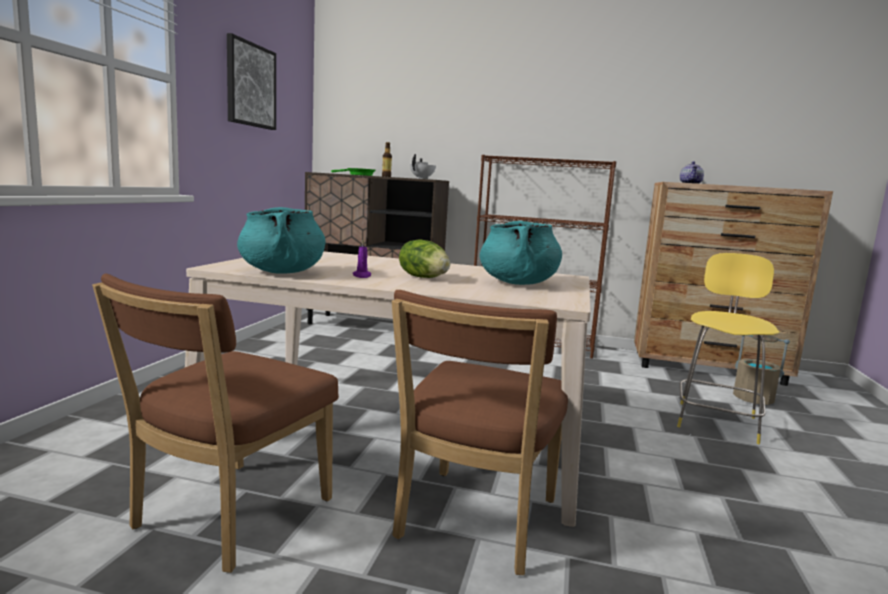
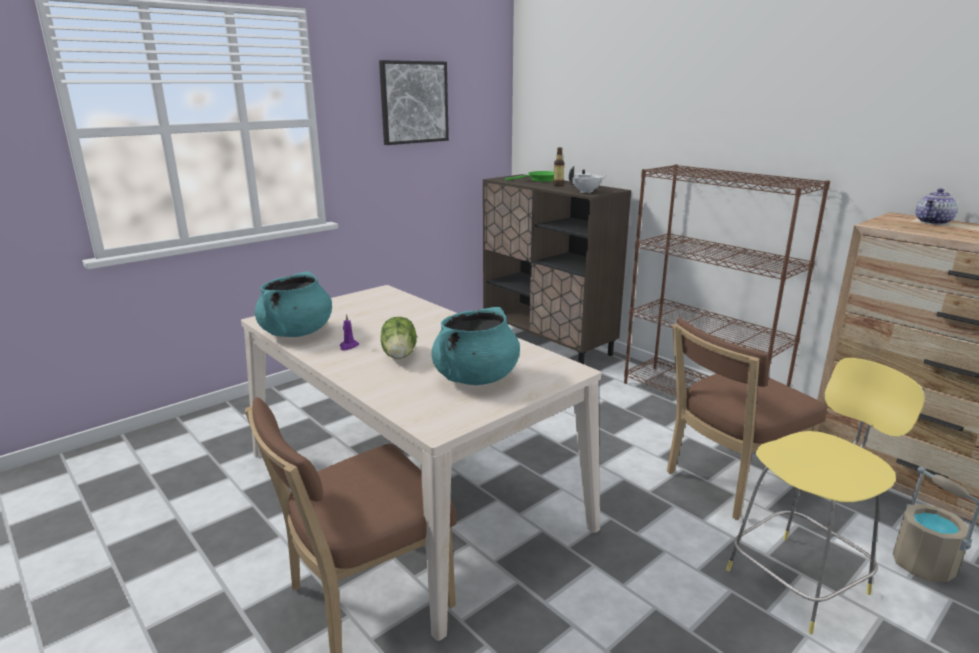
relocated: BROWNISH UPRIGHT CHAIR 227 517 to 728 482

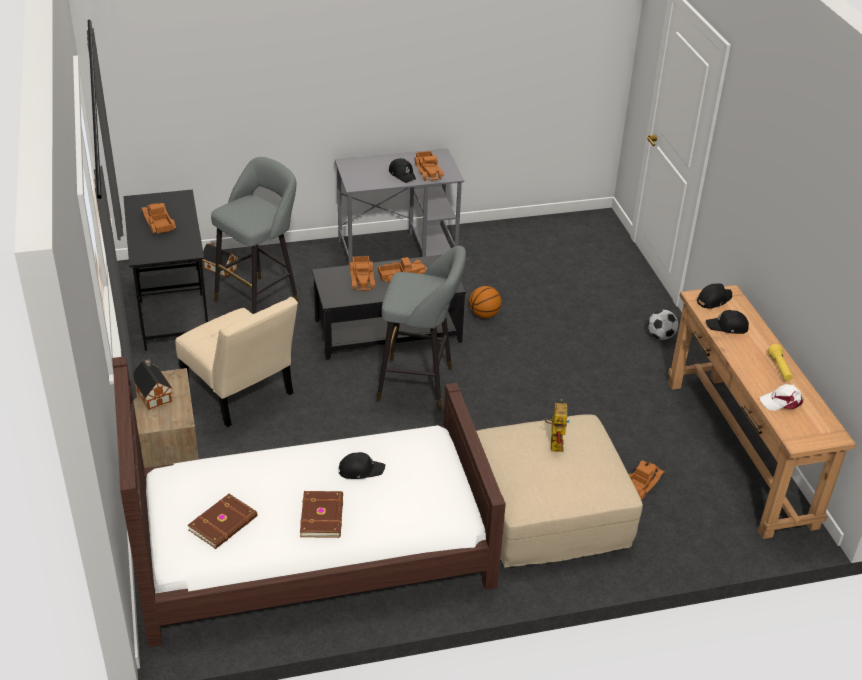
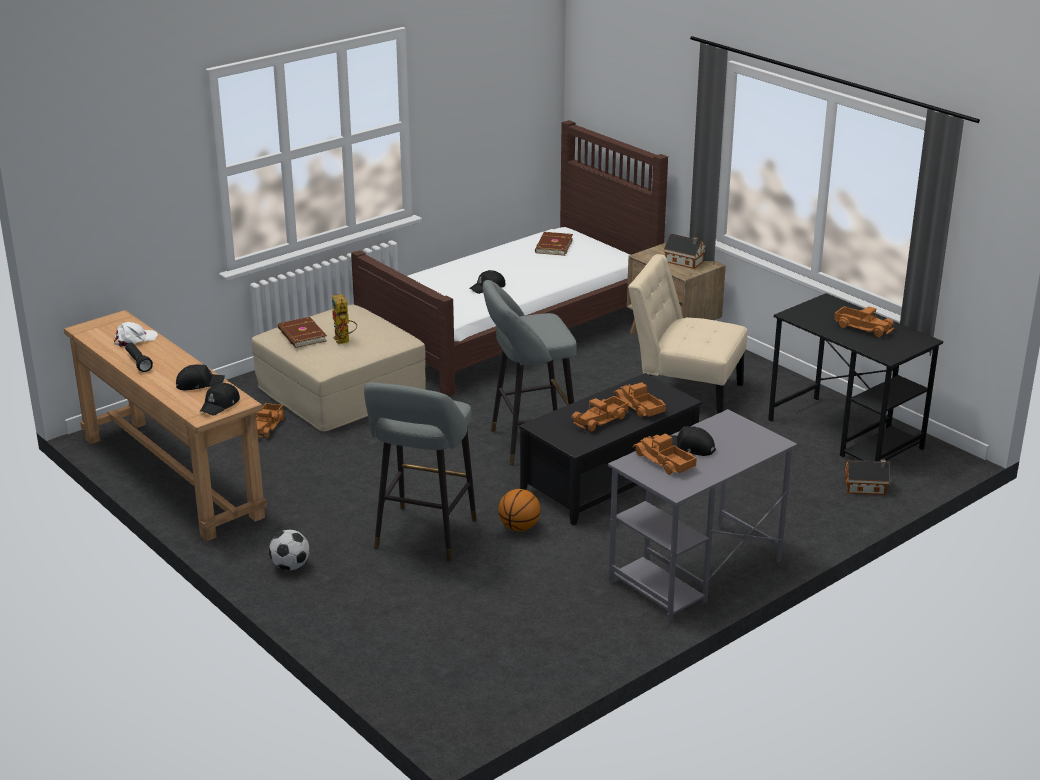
relocated: GRAY STOOL SEAT 260 299 to 423 537; BROWNISH VOLUME 323 516 to 301 335
colour: YELLOWISH TORCH 779 368 to BLACKISH TORCH 138 363

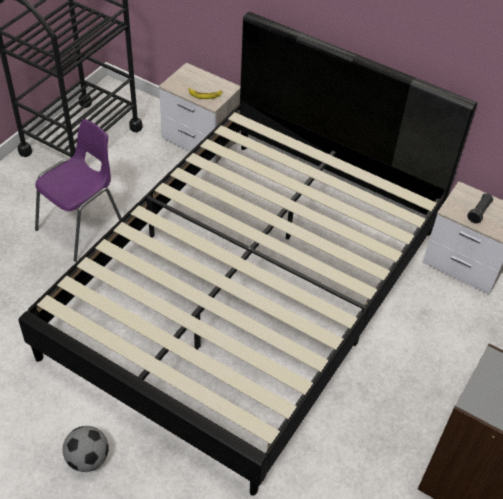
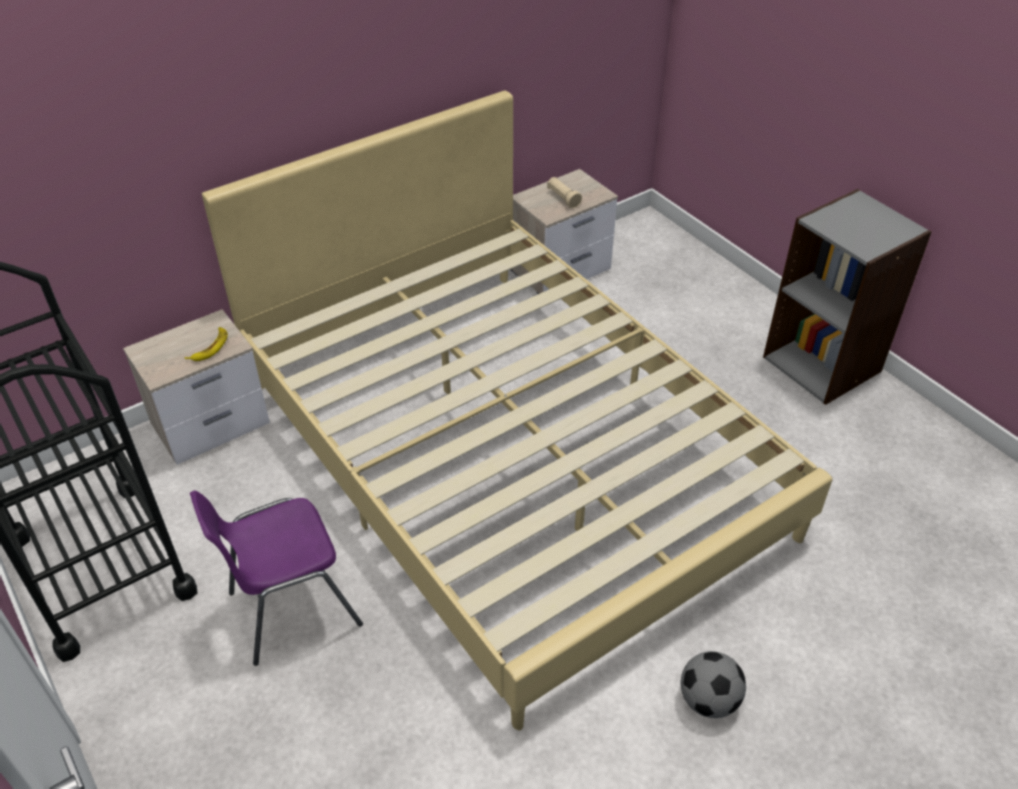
colour: BLACKISH BED 250 290 to SAND-COLOURED BED 509 454; BLACKISH TORCH 479 212 to SAND-COLOURED TORCH 563 198
spun: PURPLE UPRIGHT CHAIR 82 227 = 290 608 90 degrees counterclockwise

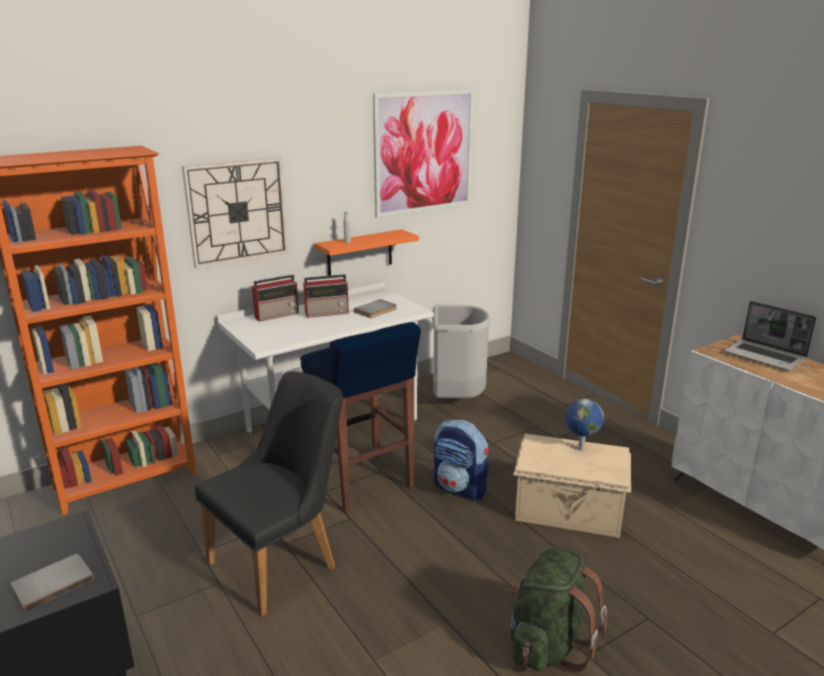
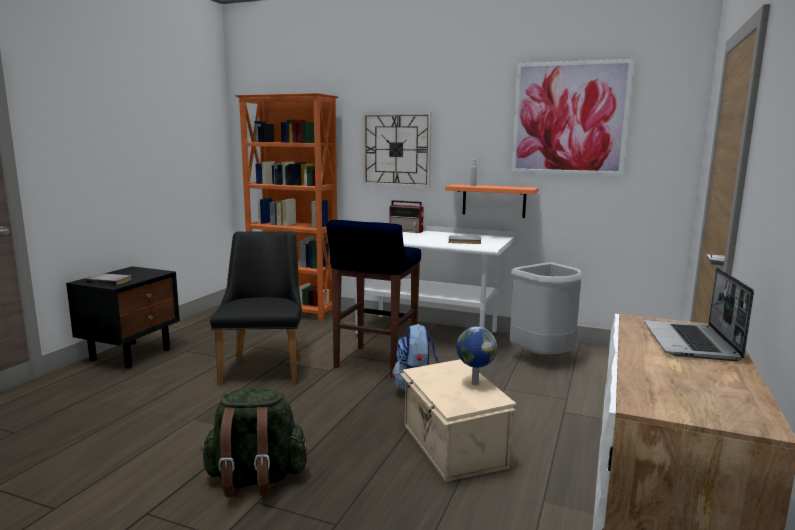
missing: RADIO RECEIVER 327 313
spun: BLACKISH UPRIGHT CHAIR 283 560 = 264 366 105 degrees counterclockwise

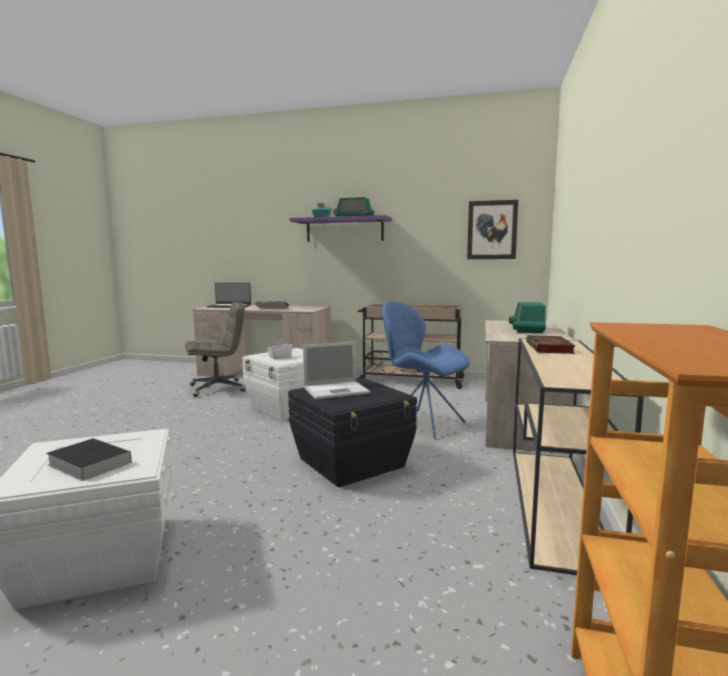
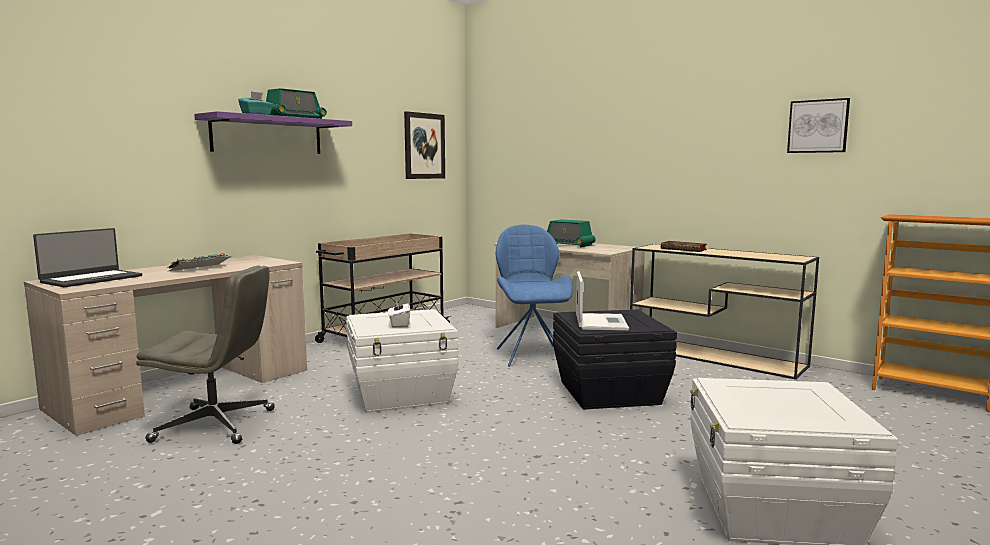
missing: VOLUME 87 463
appeared: WALL PICTURE 818 126
spun: GRAY COMPUTER CHAIR 218 388 = 216 425 90 degrees clockwise; BLUISH UPRIGHT CHAIR 422 423 = 531 355 105 degrees clockwise

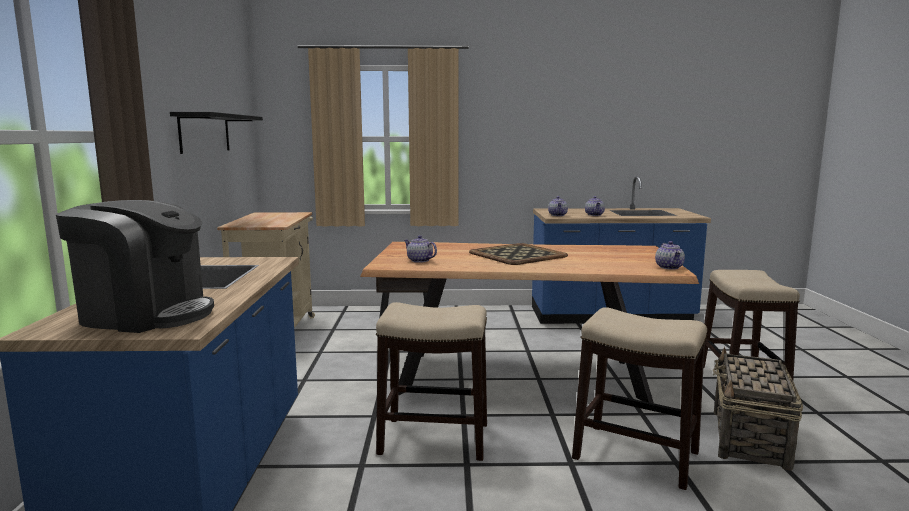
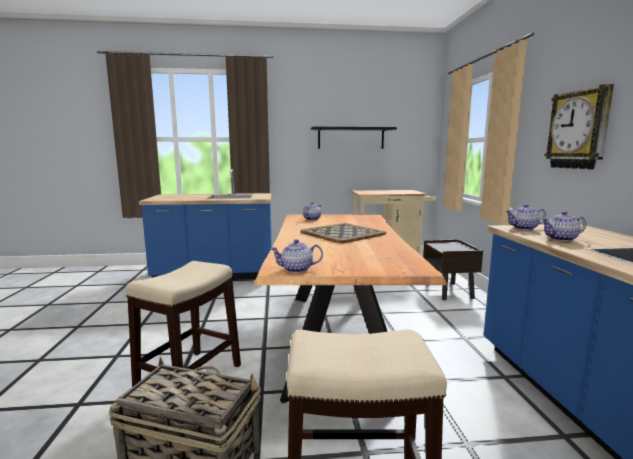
missing: COFFEE BREWER 146 314; STOOL SEAT 433 438
appeared: CLOCK ON THE WALL 579 130

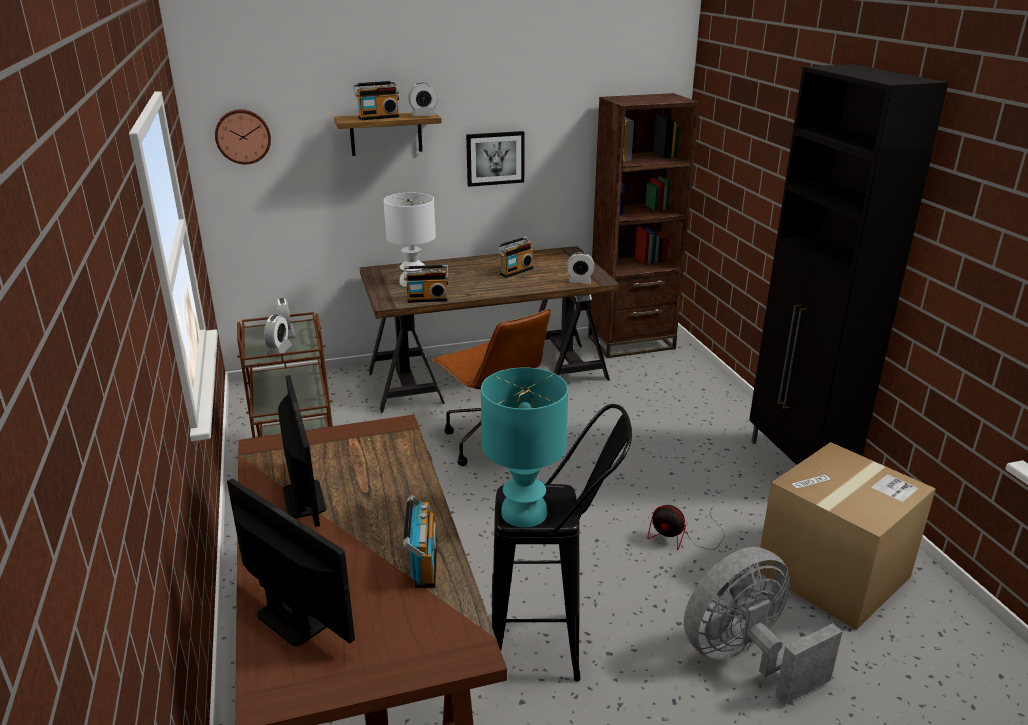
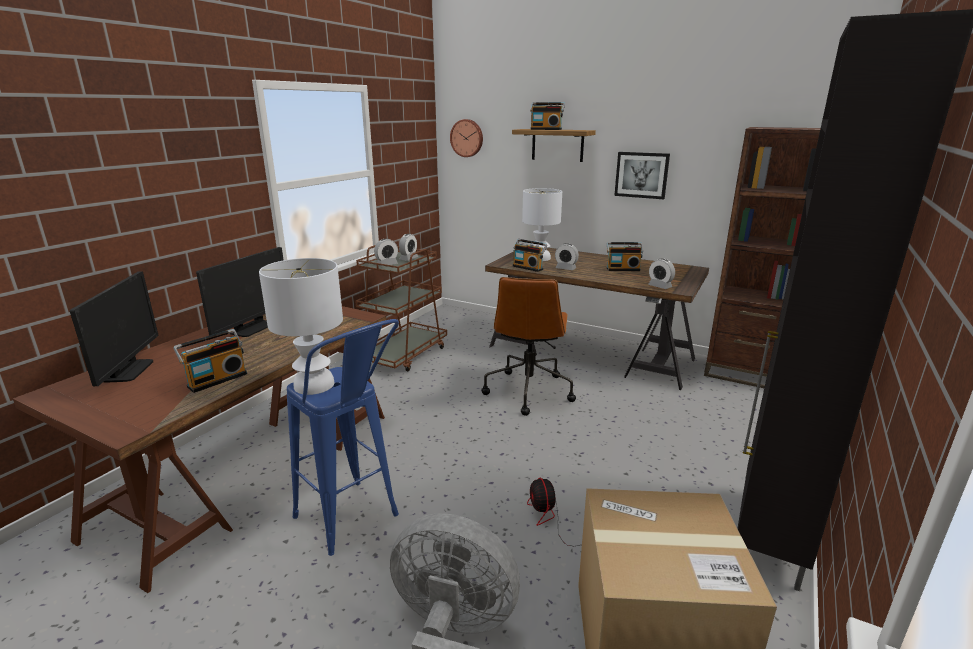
relocated: TABLE CLOCK 423 115 to 566 268
colour: TURQUOISE TABLETOP LAMP 522 512 to WHITE TABLETOP LAMP 314 384; BLACKISH STOOL SEAT 553 646 to BLUISH STOOL SEAT 354 524

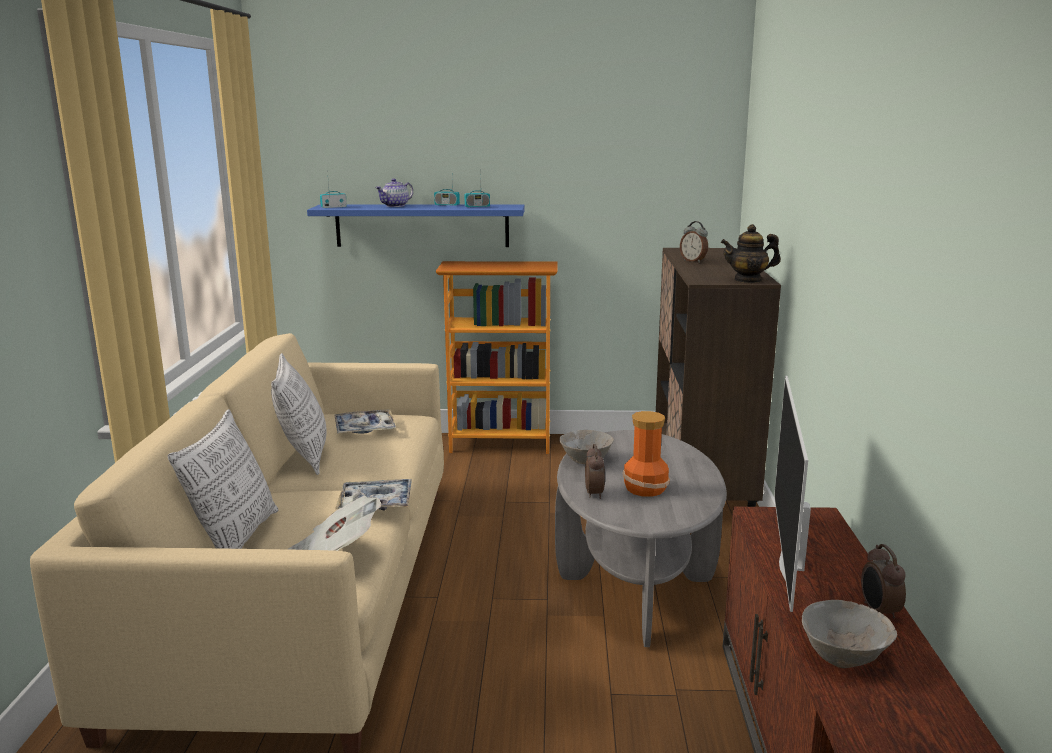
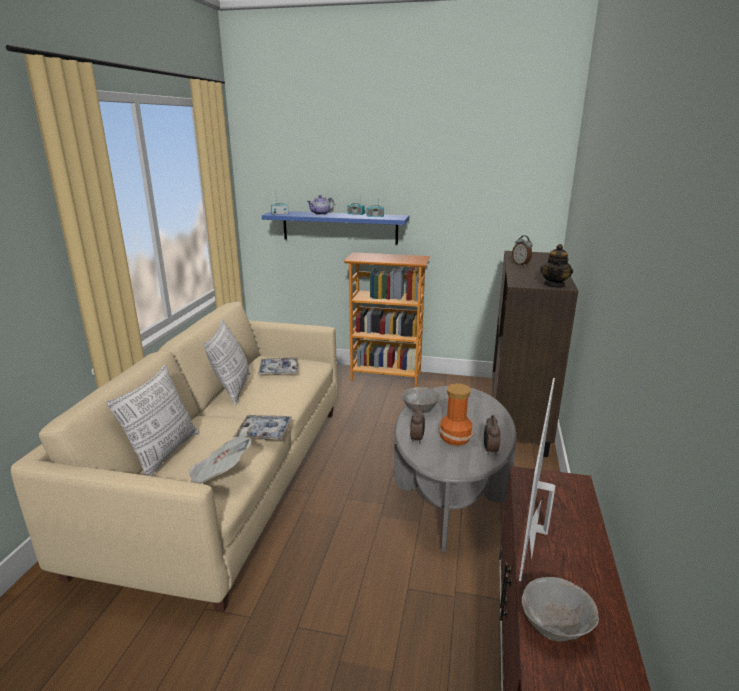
relocated: TABLE CLOCK 878 612 to 490 450
spun: POT FOR TEA 748 280 = 554 285 75 degrees counterclockwise

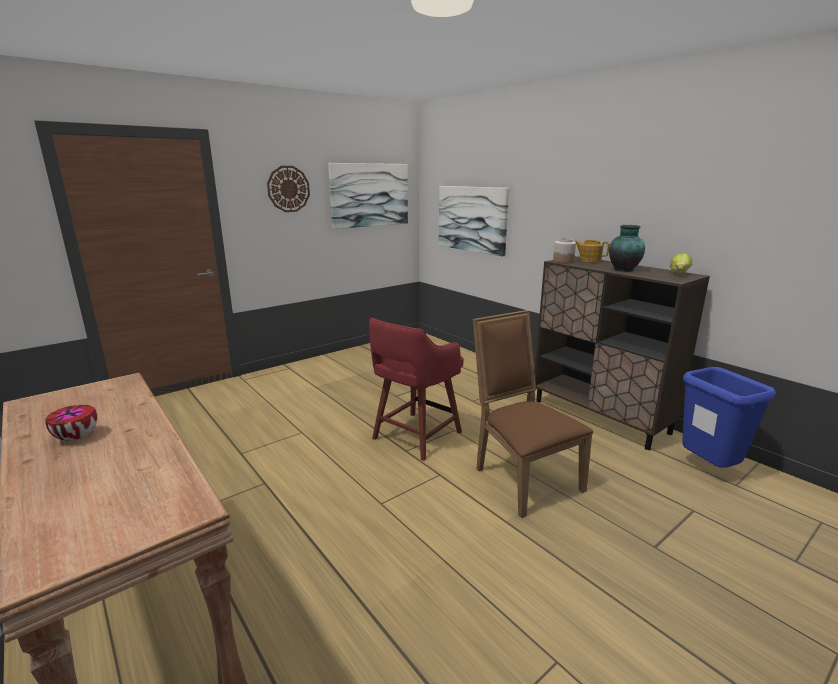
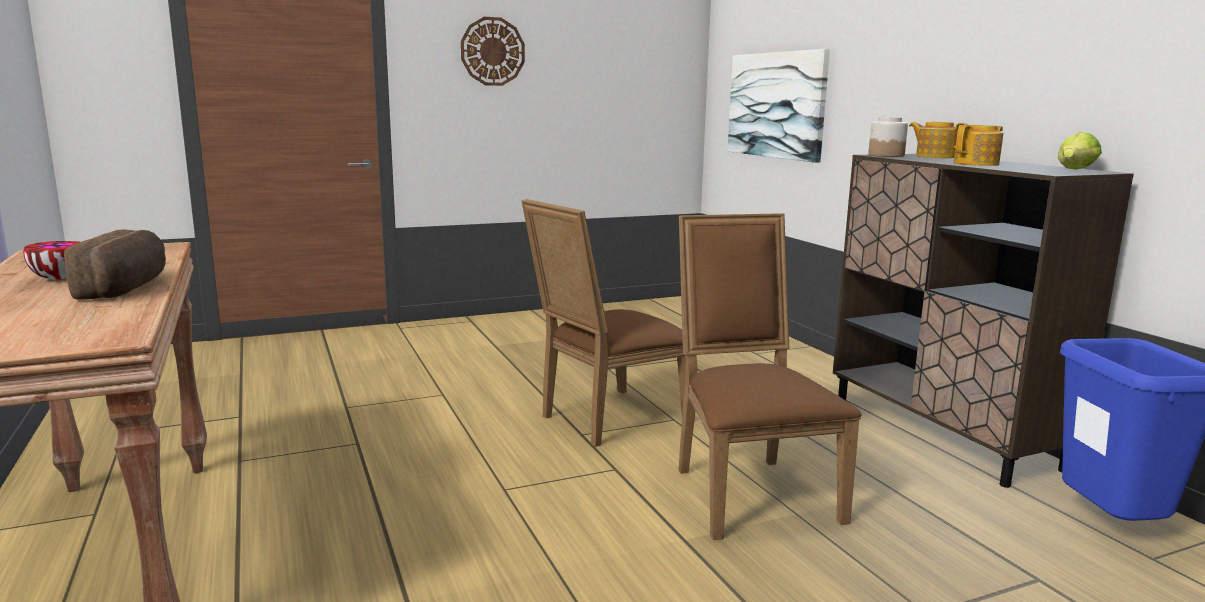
missing: WALL PICTURE 369 195
appeared: BAKERY BREAD 127 288
exchanged: RED STOOL SEAT 415 436 to BROWNISH UPRIGHT CHAIR 606 419; DECORATIVE VASE 624 270 to POT FOR TEA 977 164

